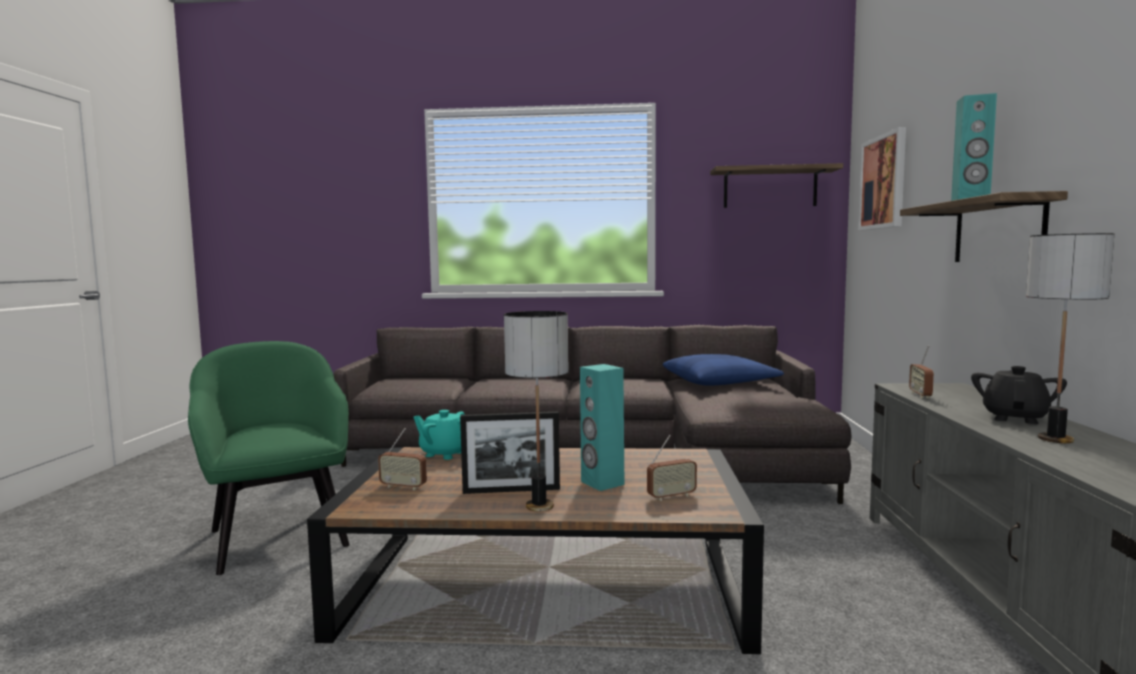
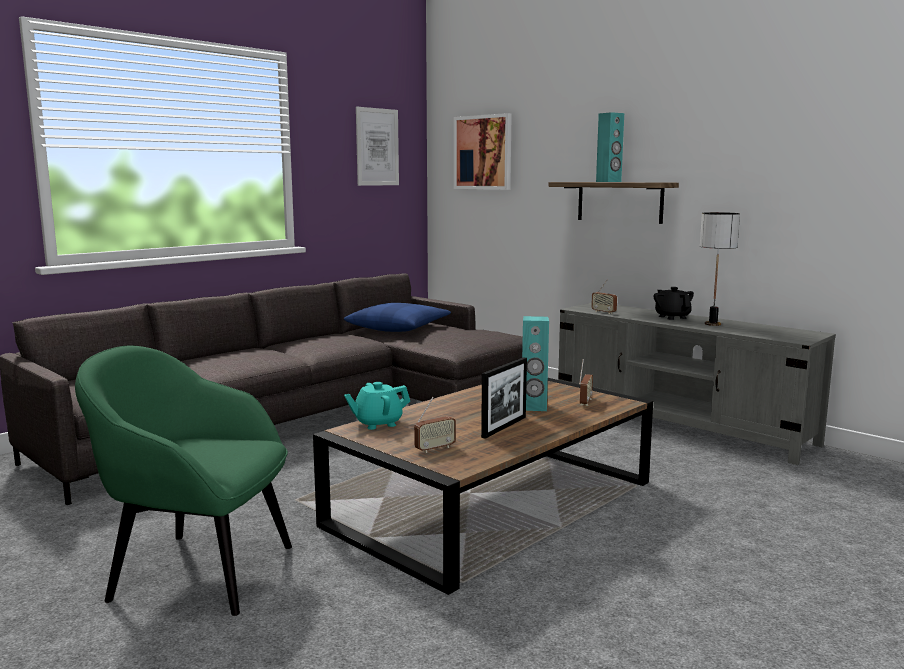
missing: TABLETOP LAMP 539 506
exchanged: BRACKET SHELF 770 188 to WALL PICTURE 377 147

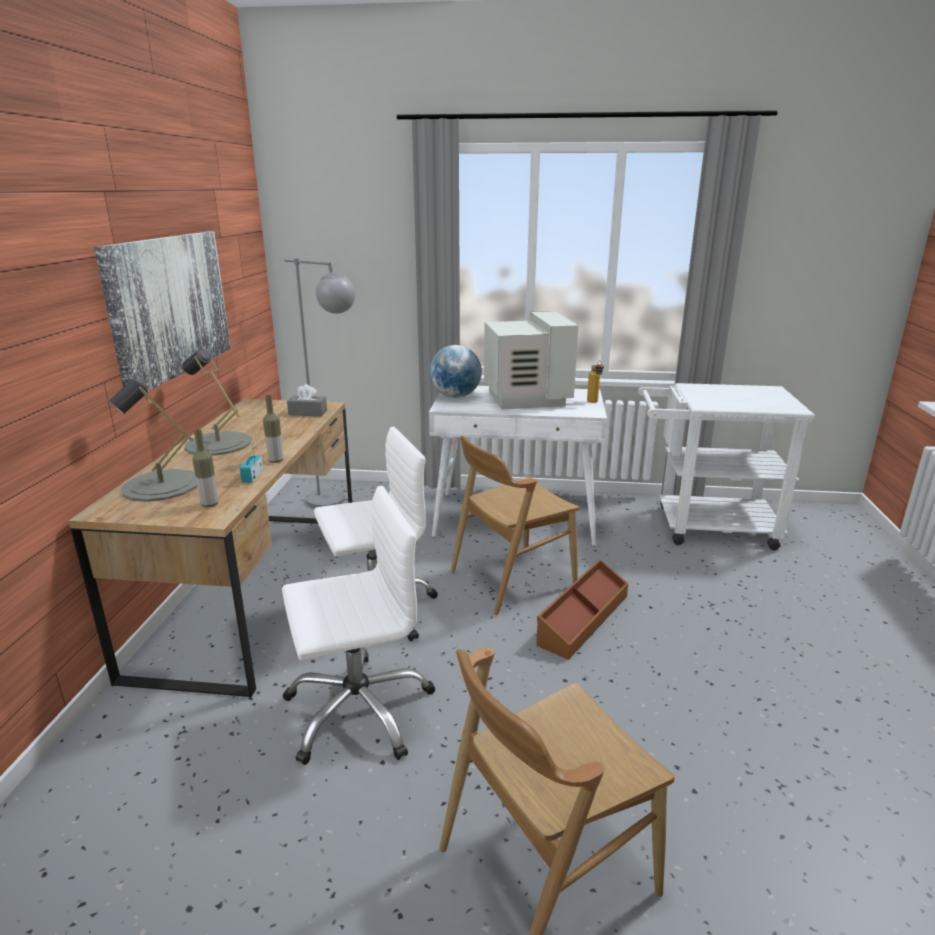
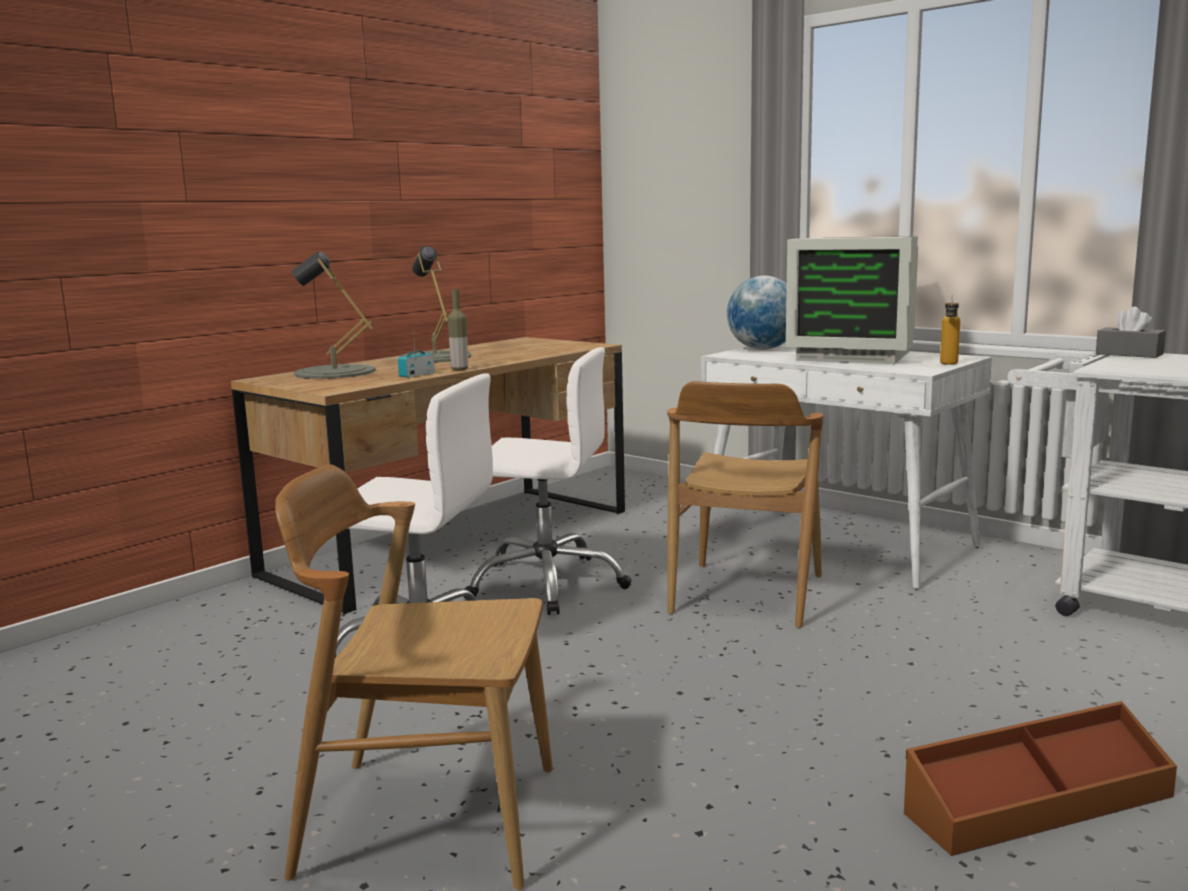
missing: WALL PICTURE 170 306; BEVERAGE BOTTLE 210 504; GRAY STANDARD LAMP 336 503
relocated: GRAY TISSUE HOLDER 308 413 to 1129 354; BROWNISH STORAGE BOX 582 619 to 1036 803
spun: BROWNISH UPRIGHT CHAIR 511 579 = 746 594 75 degrees counterclockwise; COMPUTER SCREEN 525 398 = 854 355 90 degrees clockwise

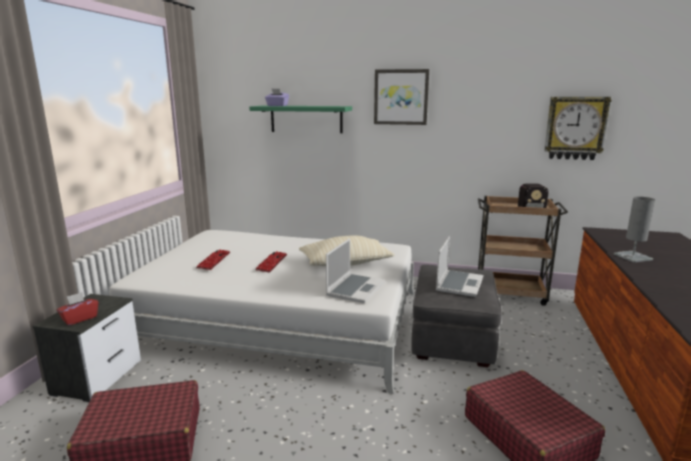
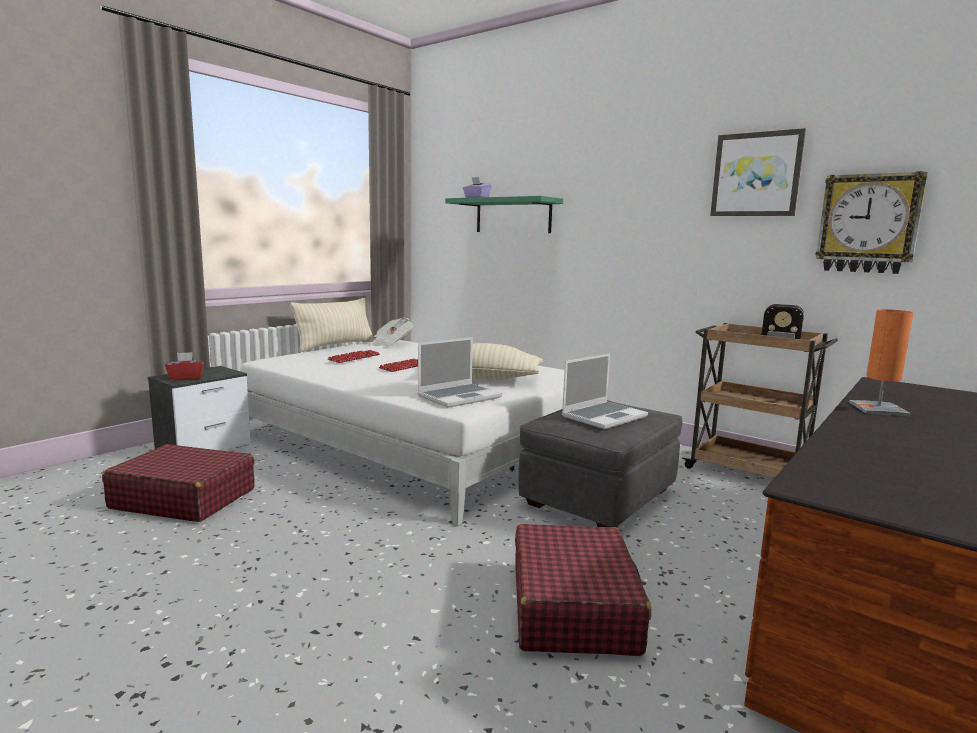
appeared: SAND-COLOURED THROW PILLOW 335 346; PRINTED PAPER 391 344
relocated: WALL PICTURE 401 97 to 756 174
colour: GRAY TABLETOP LAMP 632 257 to ORANGE TABLETOP LAMP 878 409

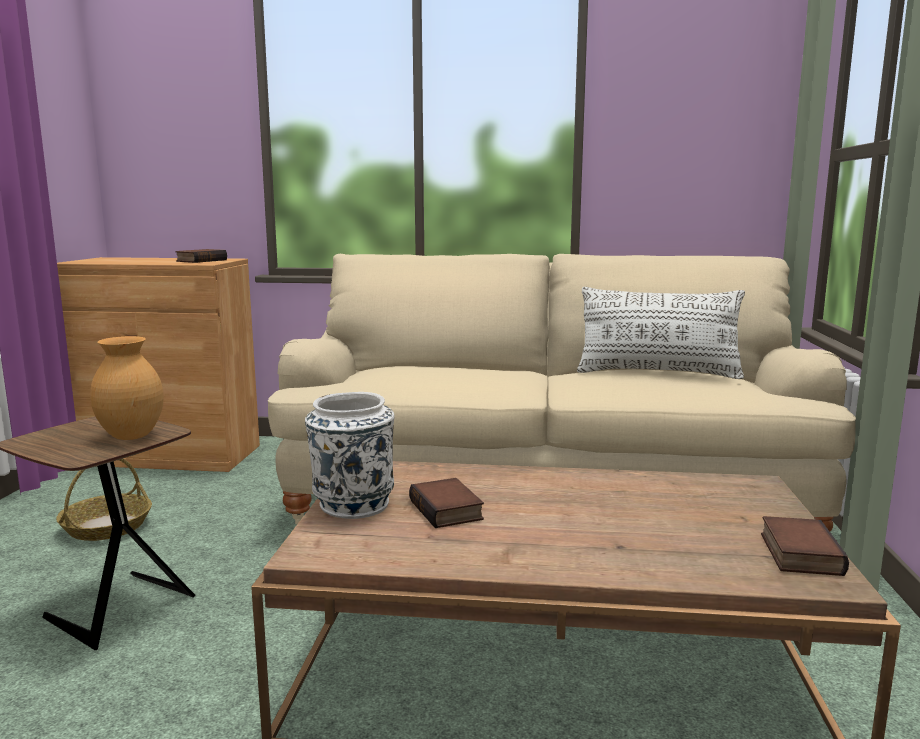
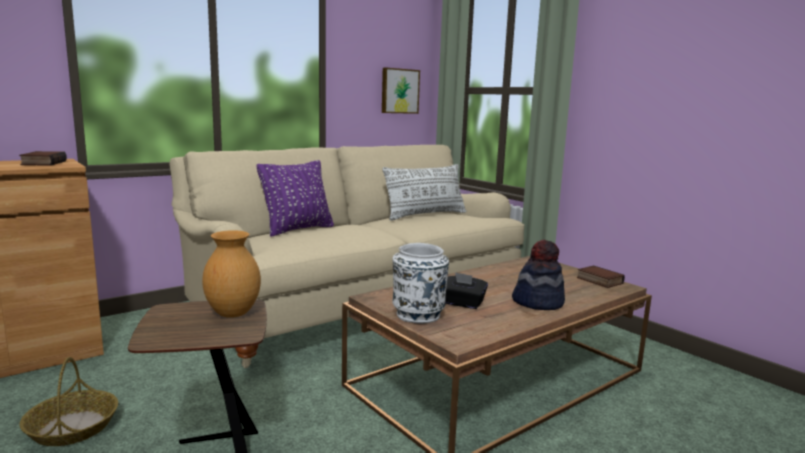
appeared: PURPLE THROW PILLOW 297 229; WALL PICTURE 399 91; HAT 538 302
exchanged: VOLUME 448 510 to BLACKISH TISSUE HOLDER 463 303

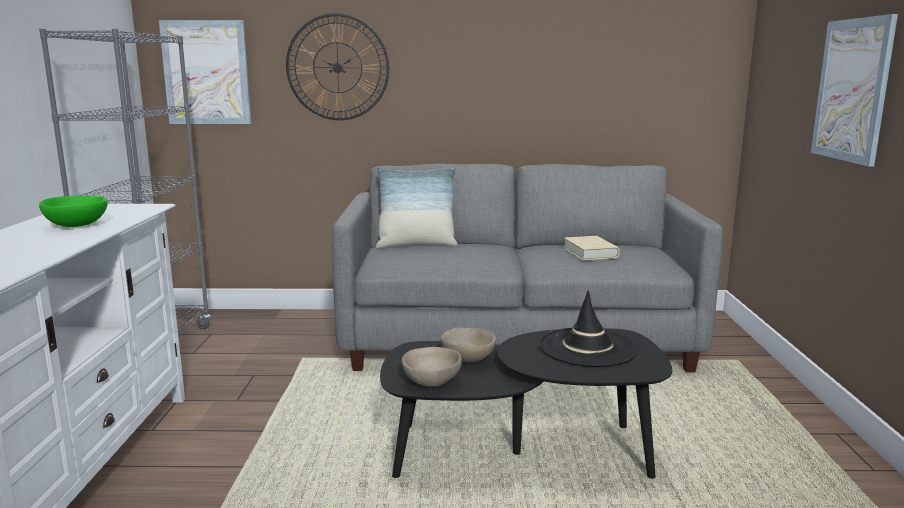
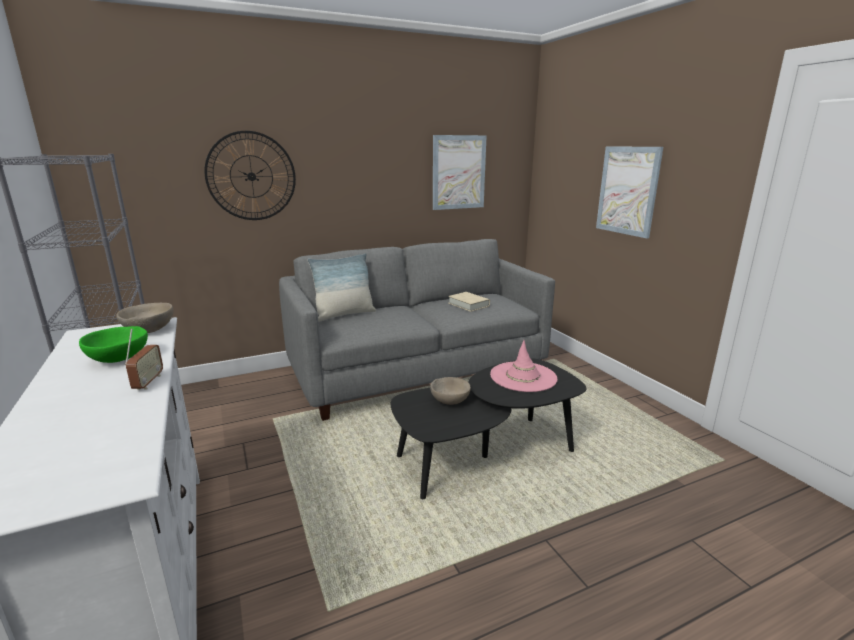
appeared: RADIO RECEIVER 148 382
relocated: WALL PICTURE 206 73 to 458 172; SAND-COLOURED SERVING BOWL 431 381 to 149 330
colour: BLACKISH HAT 587 348 to PINKISH HAT 523 377

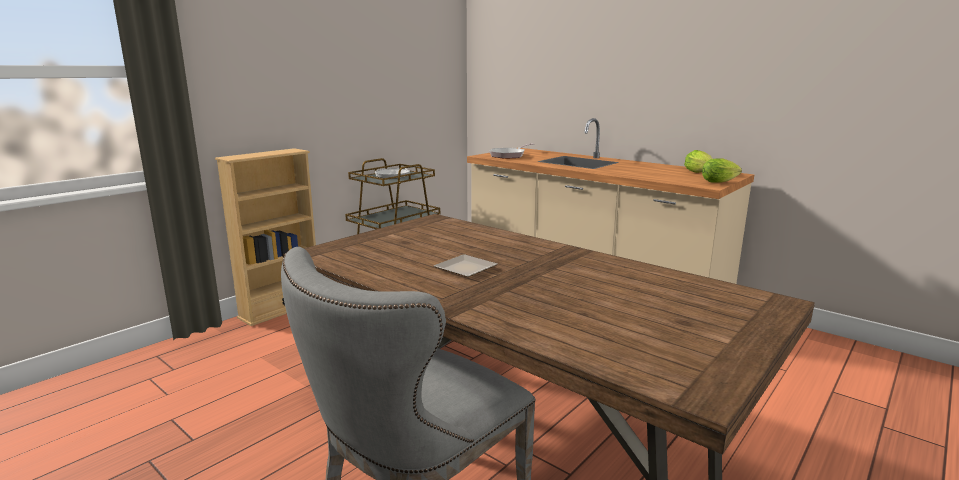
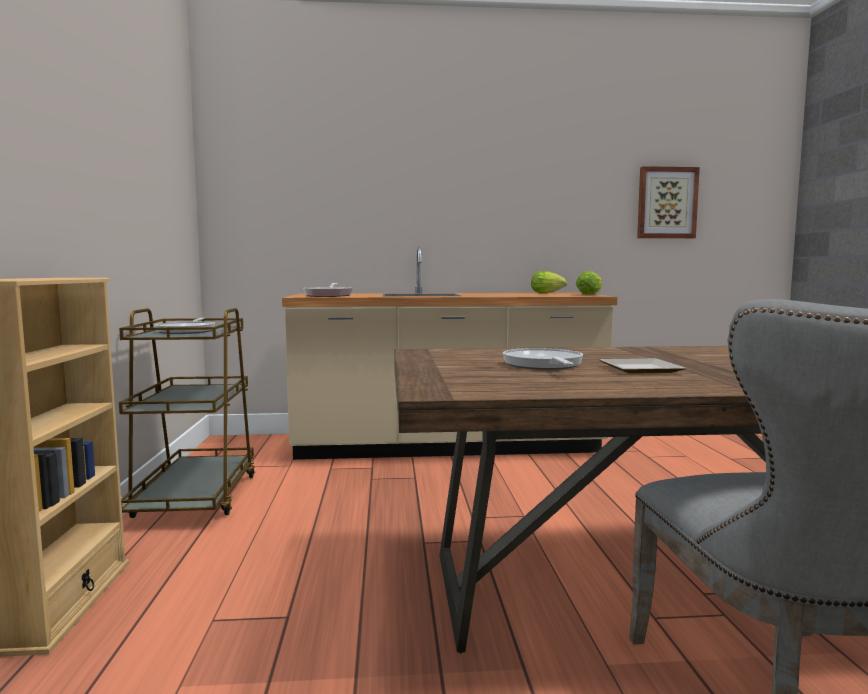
appeared: SKILLET 543 365; WALL PICTURE 666 203

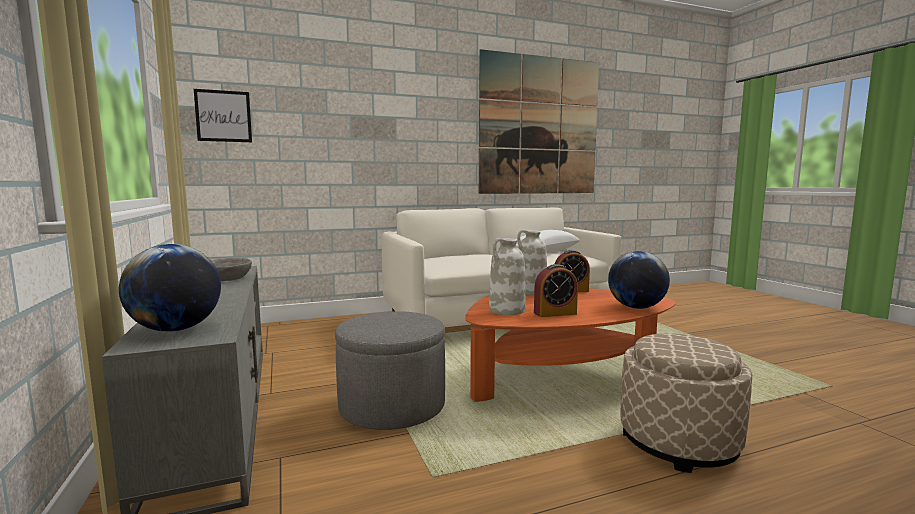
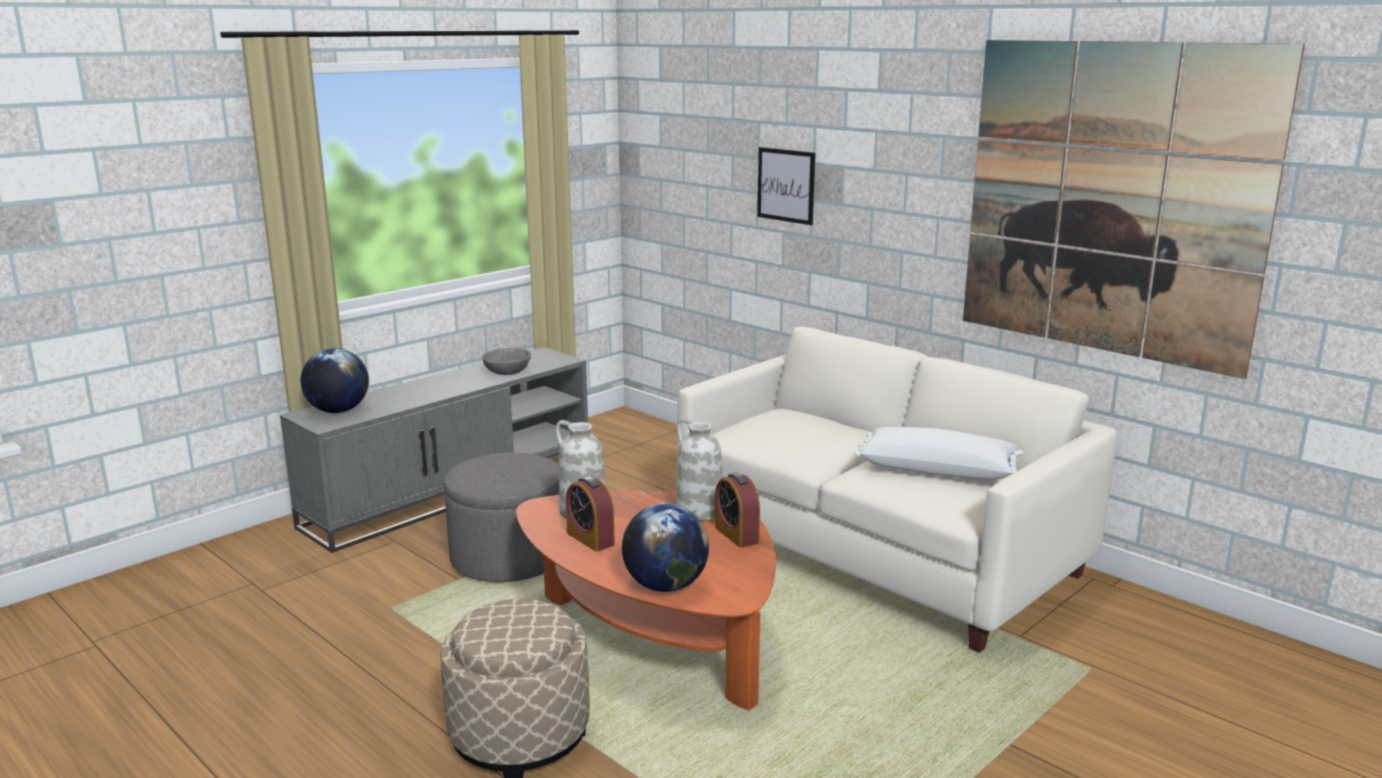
relocated: WALL PICTURE 223 116 to 786 185

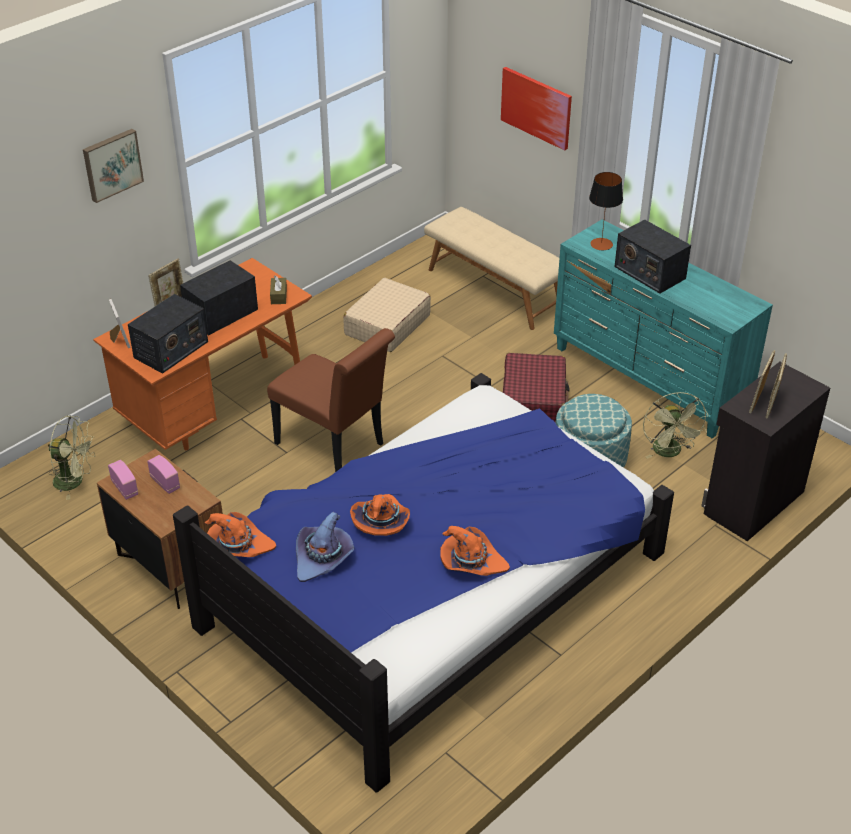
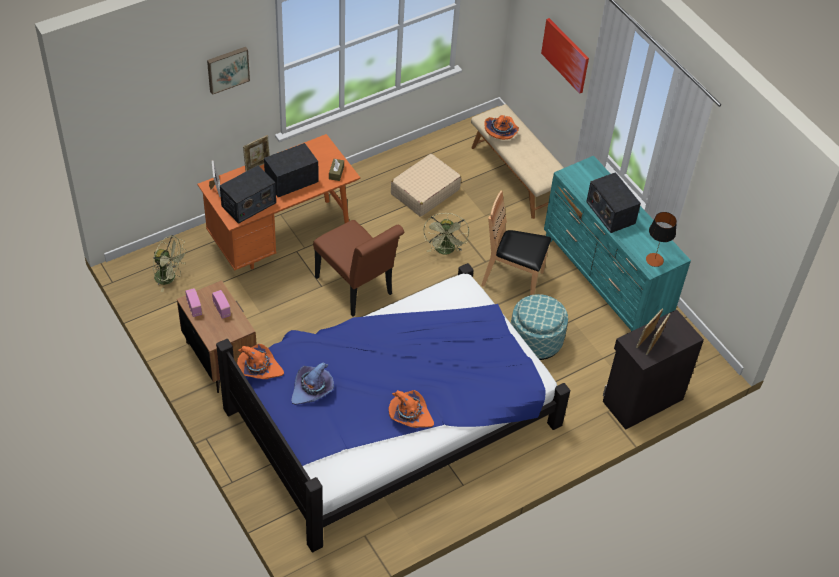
relocated: ORANGE HAT 381 521 to 501 131; TABLETOP LAMP 601 244 to 654 260; GREEN COOLING FAN 670 453 to 445 251
exchanged: RED SUITCASE 533 399 to BROWNISH UPRIGHT CHAIR 513 280

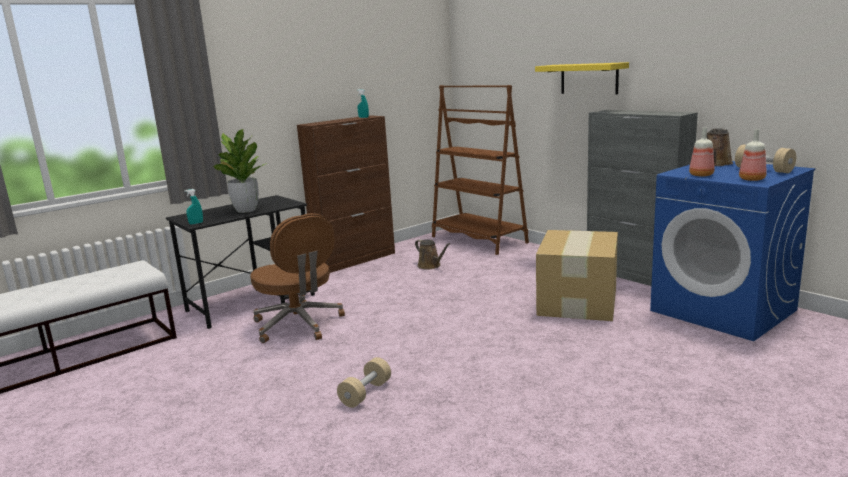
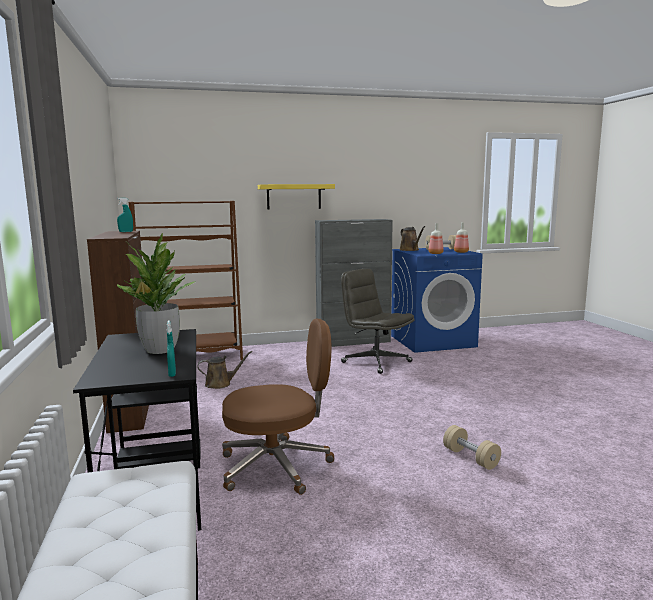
exchanged: PACKING BOX 578 301 to GRAY COMPUTER CHAIR 375 362

